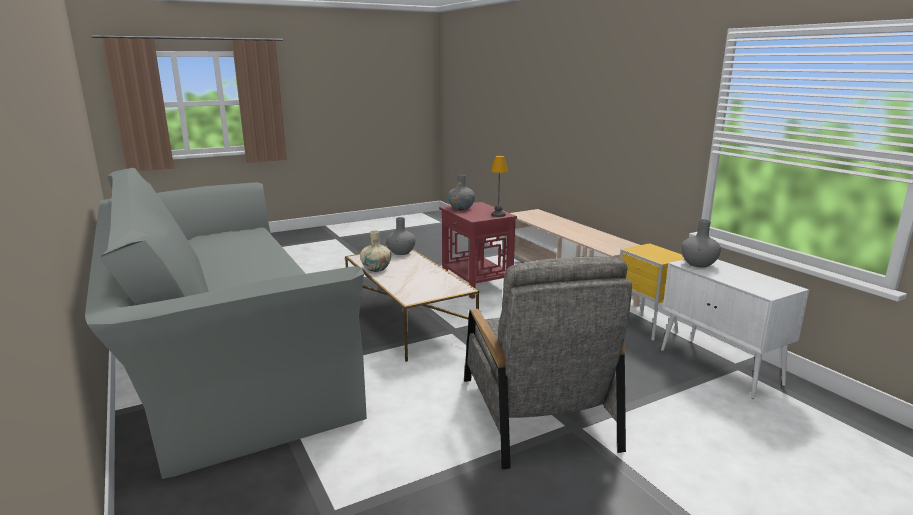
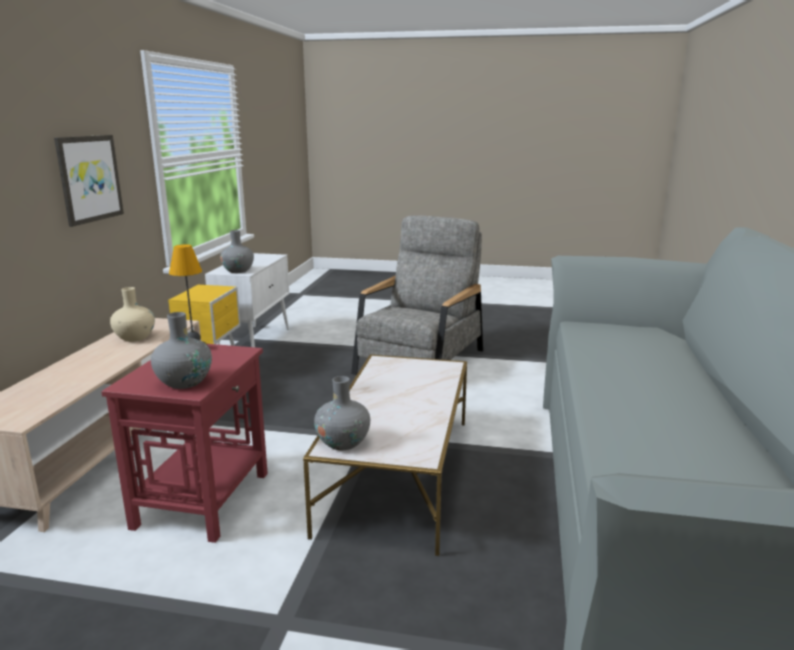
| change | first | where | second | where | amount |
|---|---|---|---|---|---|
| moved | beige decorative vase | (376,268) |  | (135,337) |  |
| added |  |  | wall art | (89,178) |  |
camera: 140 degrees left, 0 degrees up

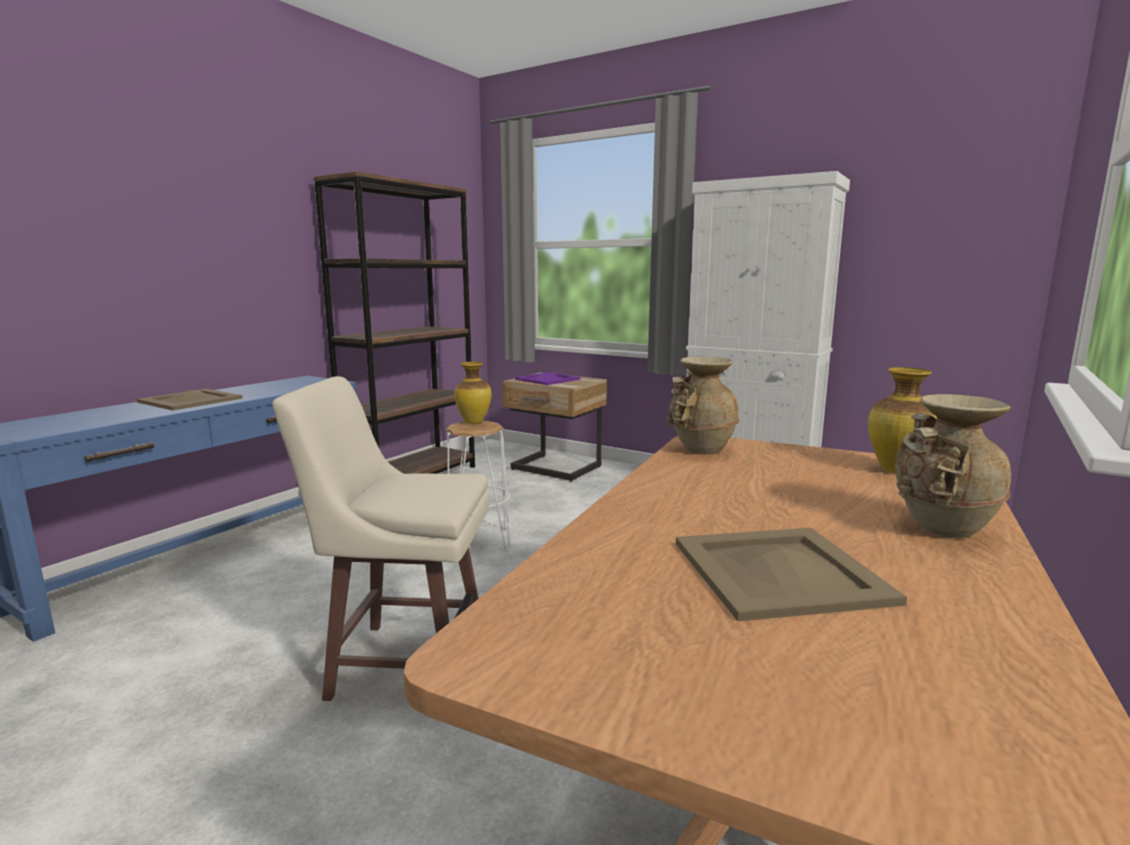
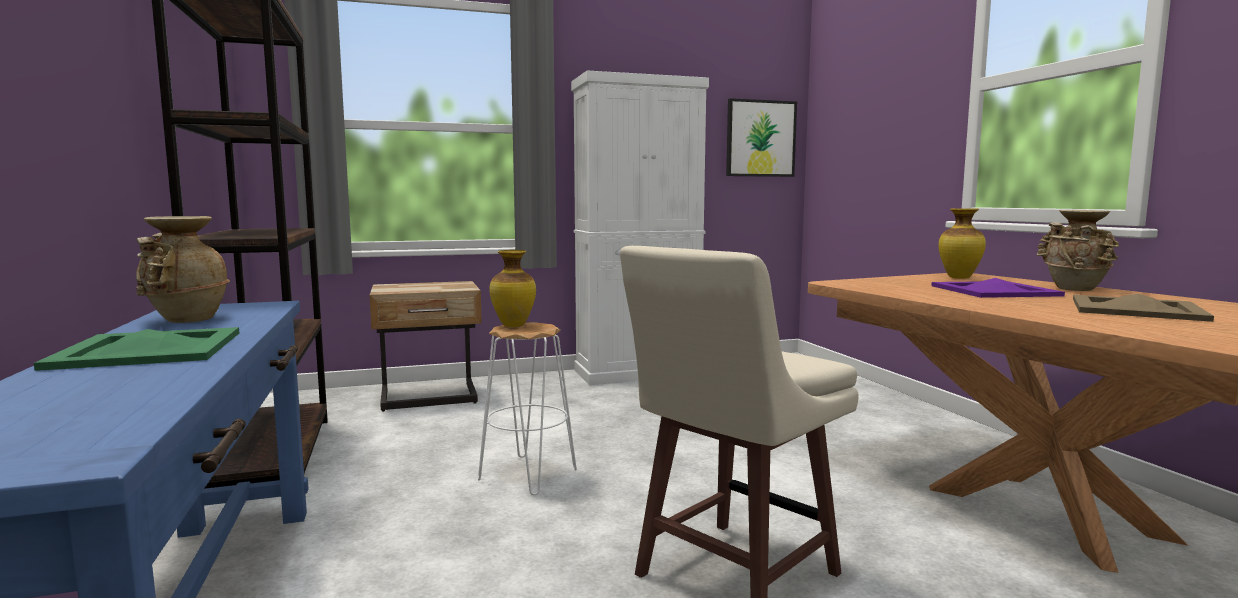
| change | first | where | second | where | amount |
|---|---|---|---|---|---|
| recoloured | beige carrying tray | (191,400) | greenish carrying tray | (151,349) |  |
| moved | purple carrying tray | (547,379) |  | (995,291) |  |
| moved | beige decorative vase | (699,450) |  | (185,320) |  |
| added |  |  | wall art | (760,138) |  |
camera: 50 degrees left, 5 degrees down

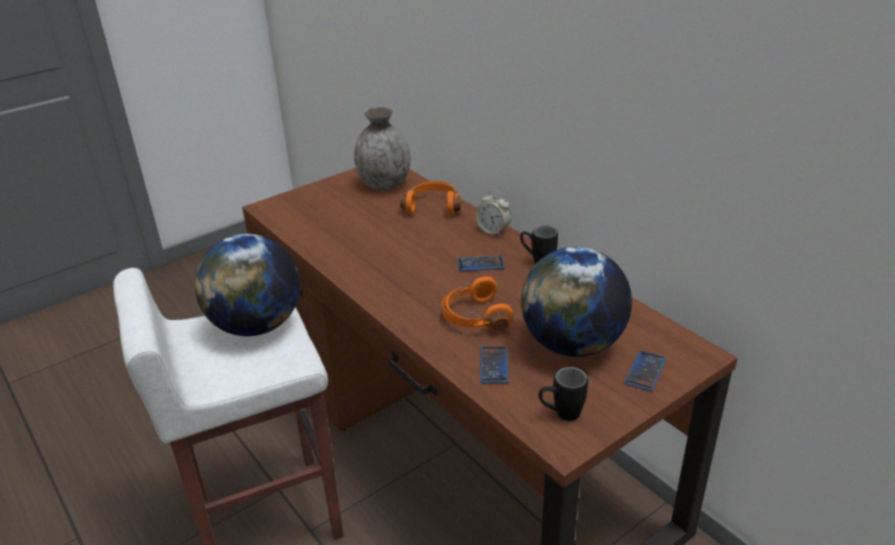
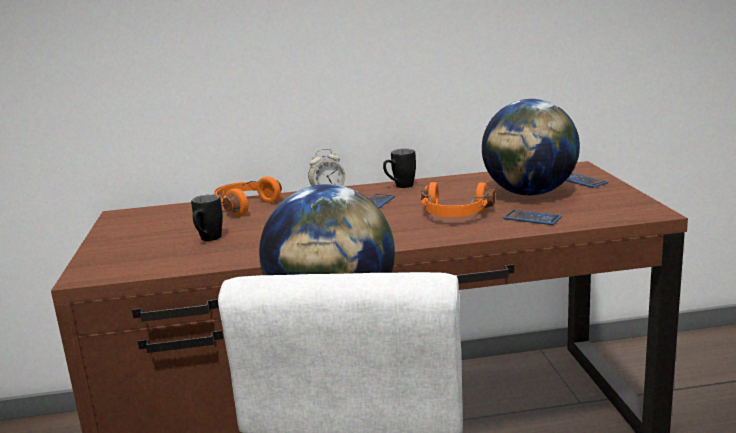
| change | first | where | second | where | amount |
|---|---|---|---|---|---|
| removed | greyish decorative vase | (384,184) |  |  |  |
| moved | black mug | (560,414) |  | (208,240) |  |
camera: 60 degrees left, 15 degrees down

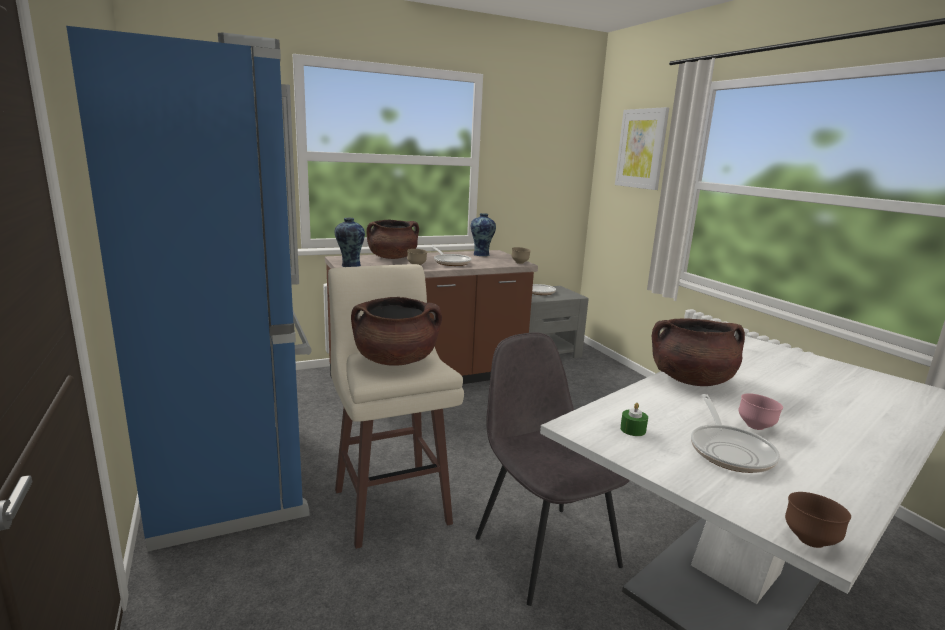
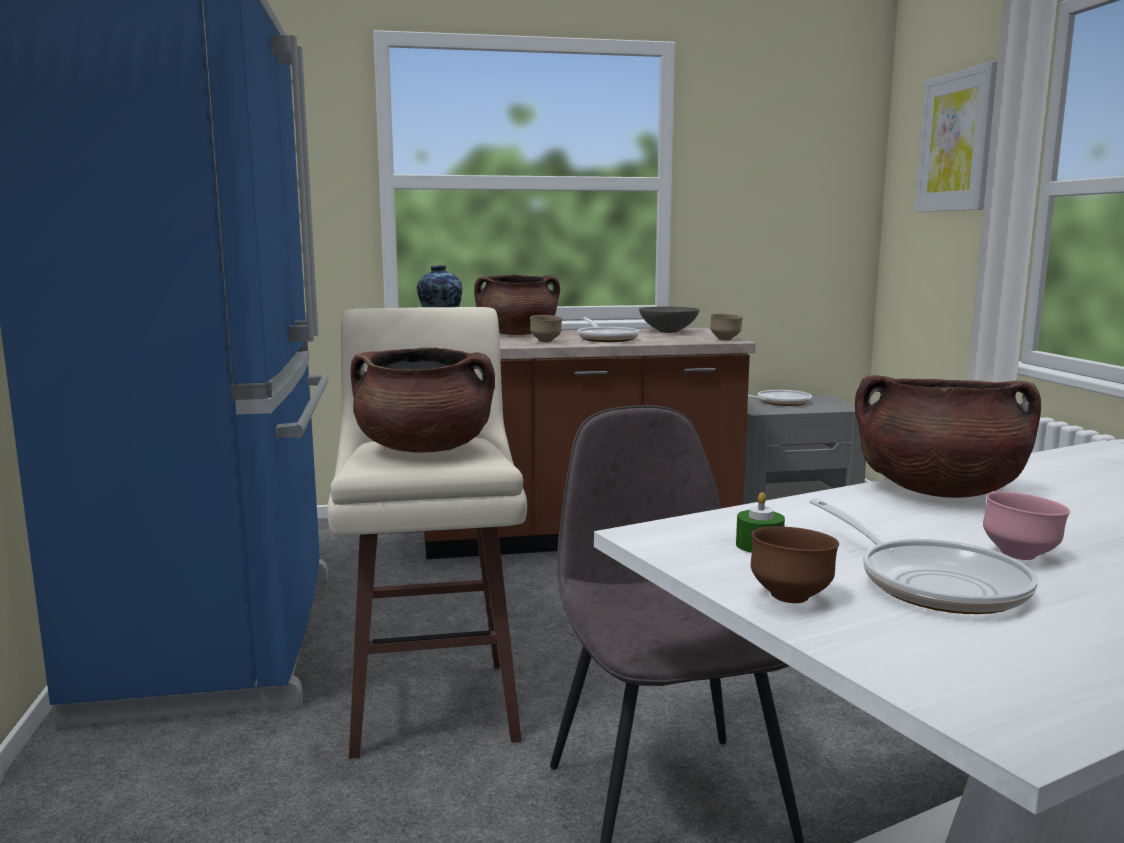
| change | first | where | second | where | amount |
|---|---|---|---|---|---|
| replaced | decorative vase | (481,254) | greyish serving bowl | (669,331) |  |
| turned | pan | (729,450) |  | (932,583) | 45 degrees counterclockwise |
| moved | brown-coloured serving bowl | (809,540) |  | (791,597) |  |
camera: 15 degrees right, 5 degrees down

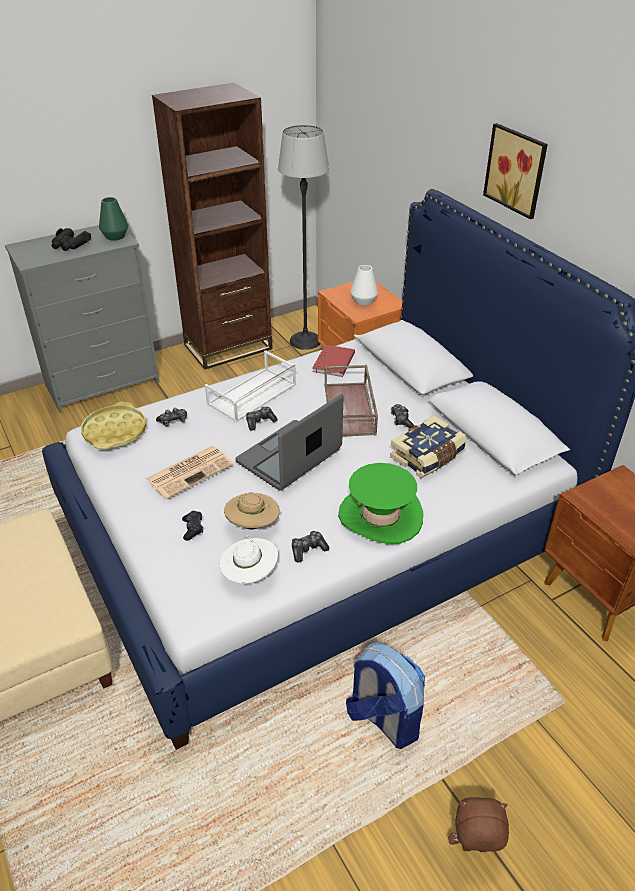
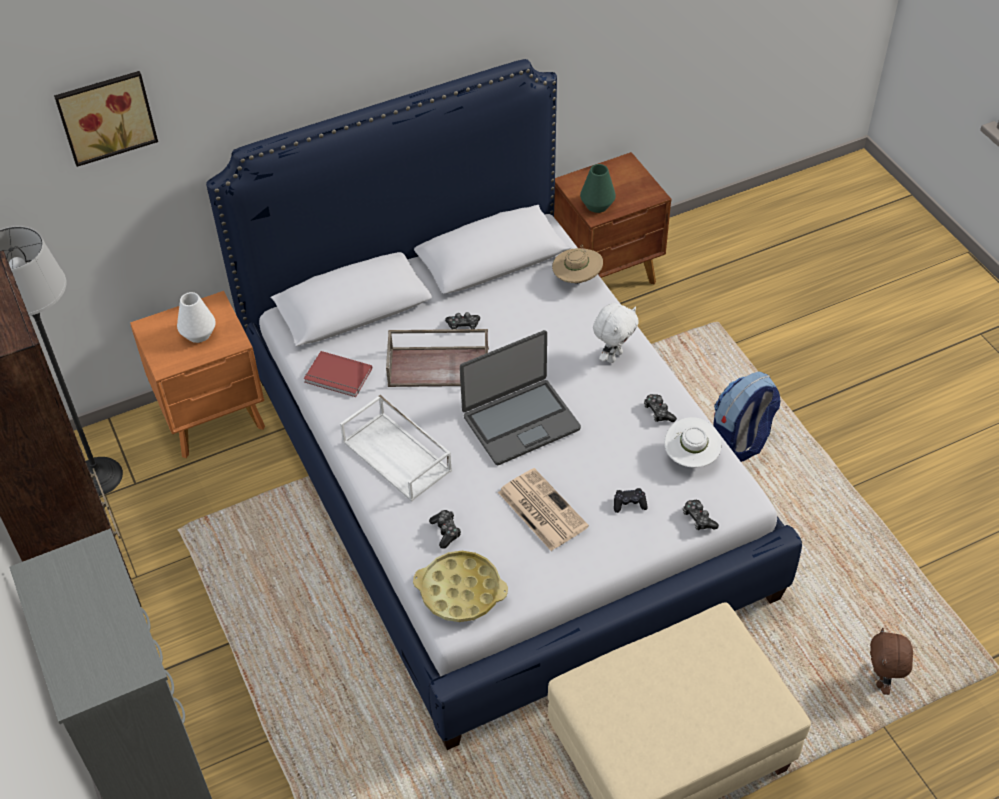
| change | first | where | second | where | amount |
|---|---|---|---|---|---|
| removed | black field glasses | (70,245) |  |  |  |
| moved | greenish decorative vase | (115,236) |  | (597,205) |  |
| moved | beige hat | (253,525) |  | (577,278) |  |
| turned | portable computer | (290,457) |  | (520,422) | 75 degrees counterclockwise |
| moved | game controller | (260,422) |  | (698,519) |  |
| replaced | greenish hat | (380,516) | white-coloured soft toy | (613,356) |  |
| removed | bound book | (428,457) |  |  |  |
| moved | brown-coloured soft toy | (473,849) |  | (882,680) |  |
| moved | wall art | (517,170) |  | (105,115) |  |
camera: 85 degrees left, 10 degrees up

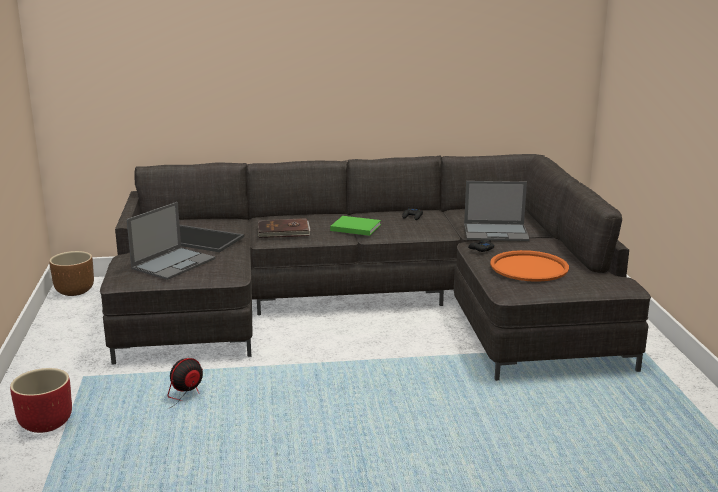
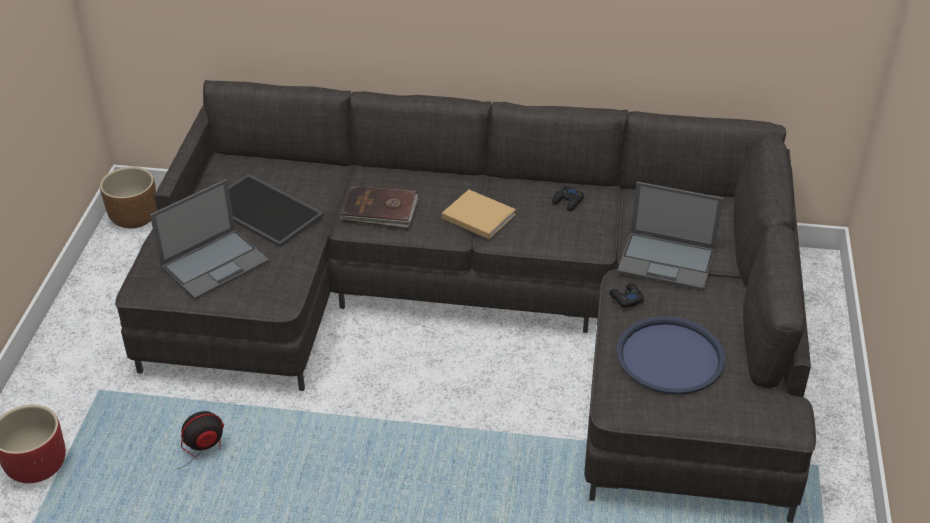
| change | first | where | second | where | amount |
|---|---|---|---|---|---|
| recoloured | greenish bound book | (354,227) | beige bound book | (477,215) |  |
| recoloured | orange-coloured carrying tray | (529,267) | bluish carrying tray | (670,357) |  |
camera: 15 degrees right, 20 degrees up

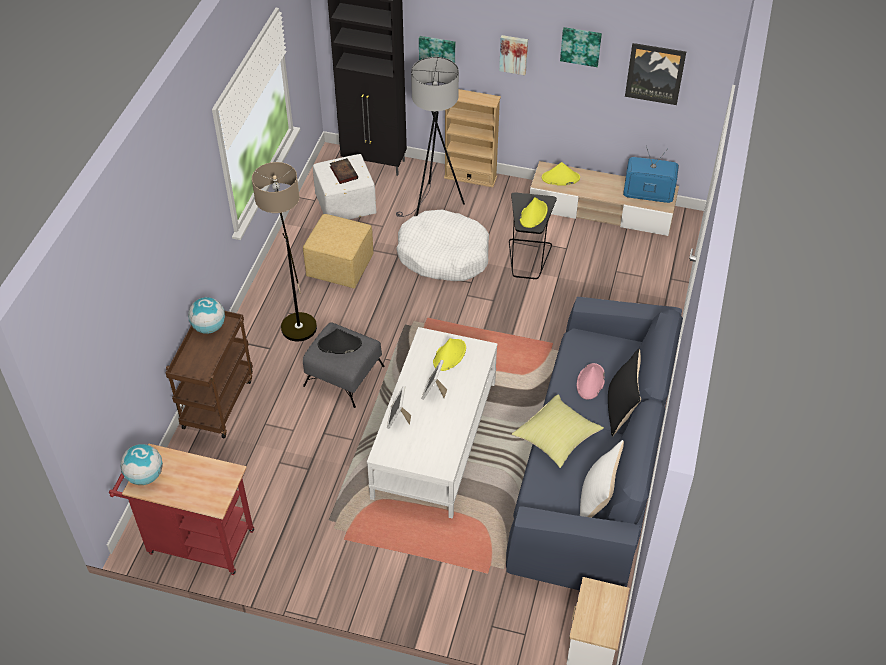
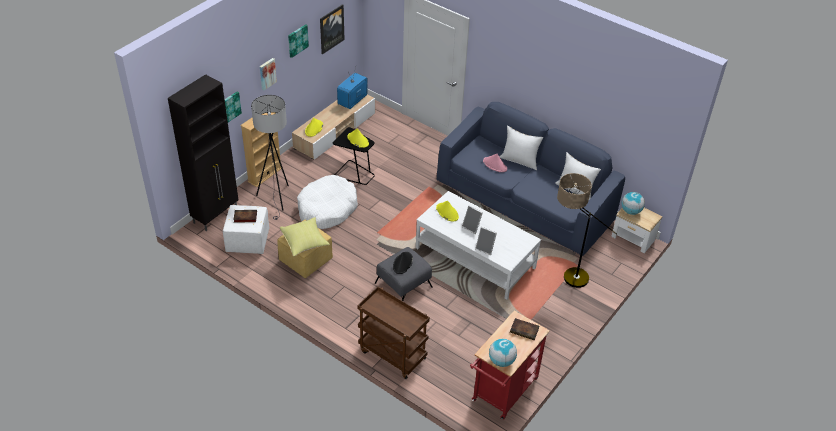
| change | first | where | second | where | amount |
|---|---|---|---|---|---|
| moved | globe | (209,327) |  | (631,211) |  |
| moved | standard lamp | (295,317) |  | (565,277) |  |
| moved | yellow-coloured throw pillow | (556,439) |  | (305,242) |  |
| recoloured | black throw pillow | (621,409) | white-coloured throw pillow | (519,160) |  |
| added |  |  | bound book | (525,330) |  |
camera: 70 degrees left, 5 degrees down

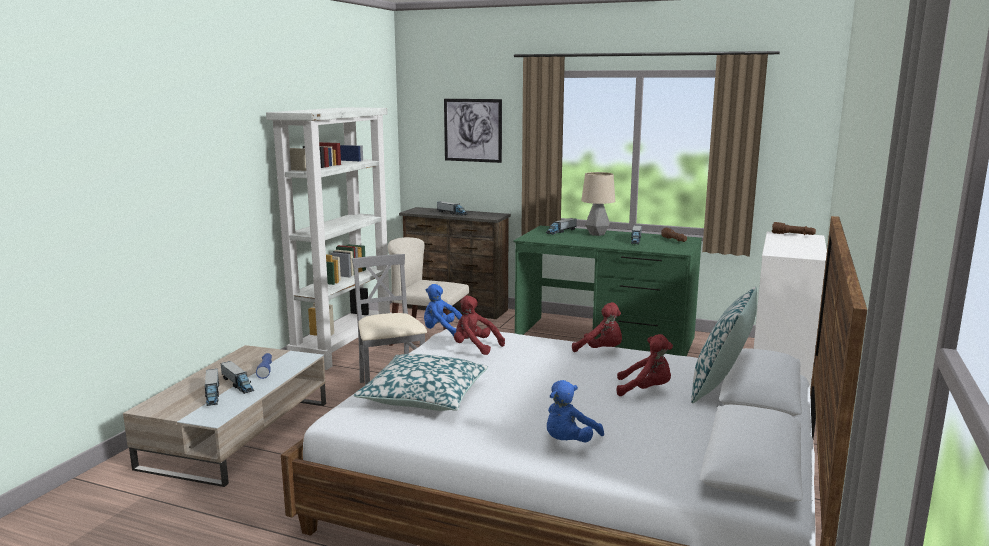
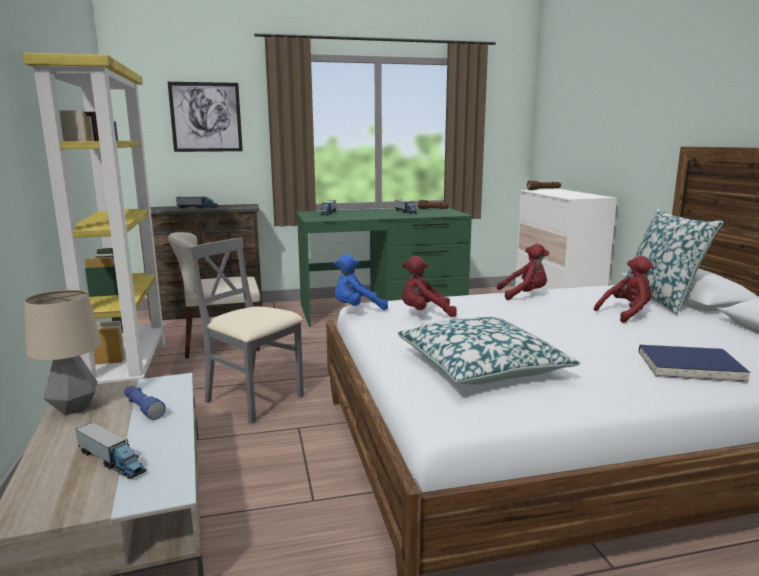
| change | first | where | second | where | amount |
|---|---|---|---|---|---|
| removed | toy lorry | (238,384) |  |  |  |
| recoloured | white-coloured shelving unit | (343,345) | yellow-coloured shelving unit | (128,371) |  |
| replaced | bluish soft toy | (569,442) | bluish bound book | (689,367) |  |
| moved | tabletop lamp | (597,234) |  | (74,408) |  |
camera: 35 degrees left, 0 degrees up

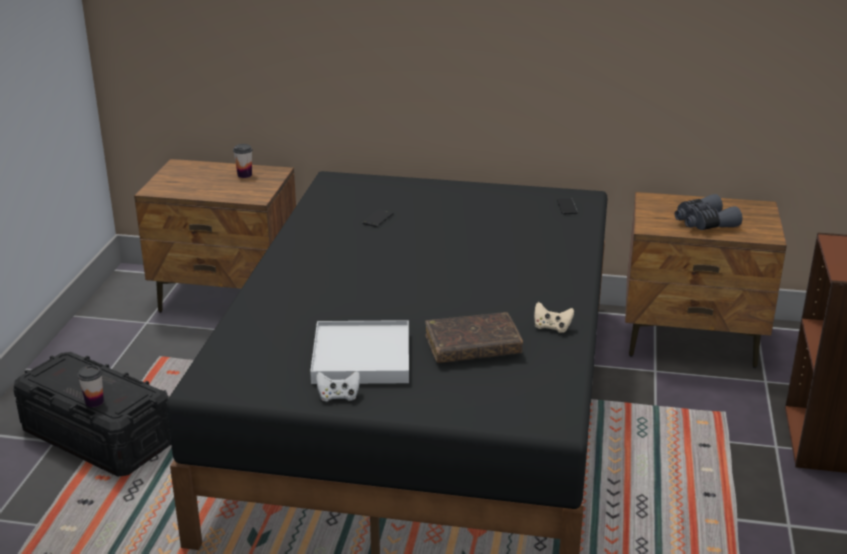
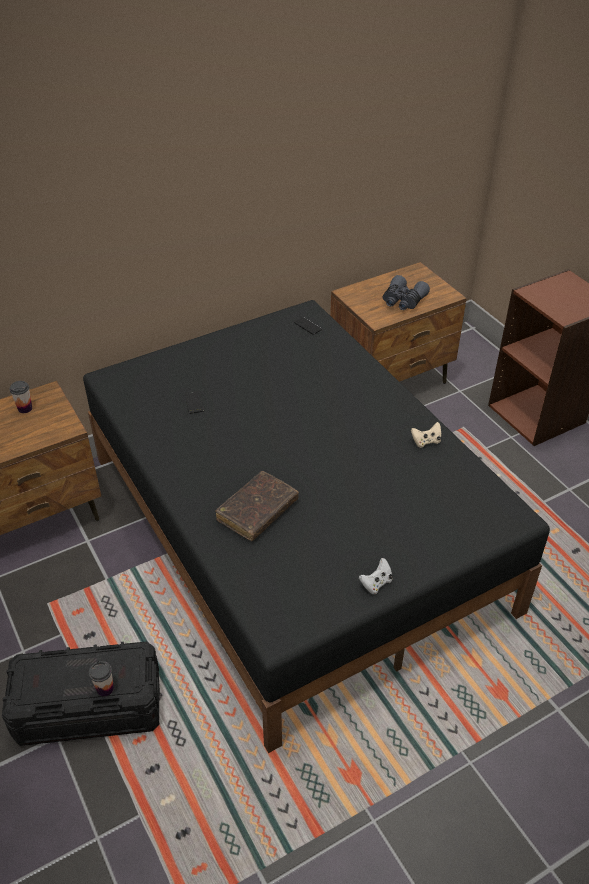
| change | first | where | second | where | amount |
|---|---|---|---|---|---|
| removed | white-coloured carrying tray | (362,357) |  |  |  |
| moved | brown-coloured bound book | (472,347) |  | (257,511) |  |
camera: 40 degrees left, 15 degrees up

